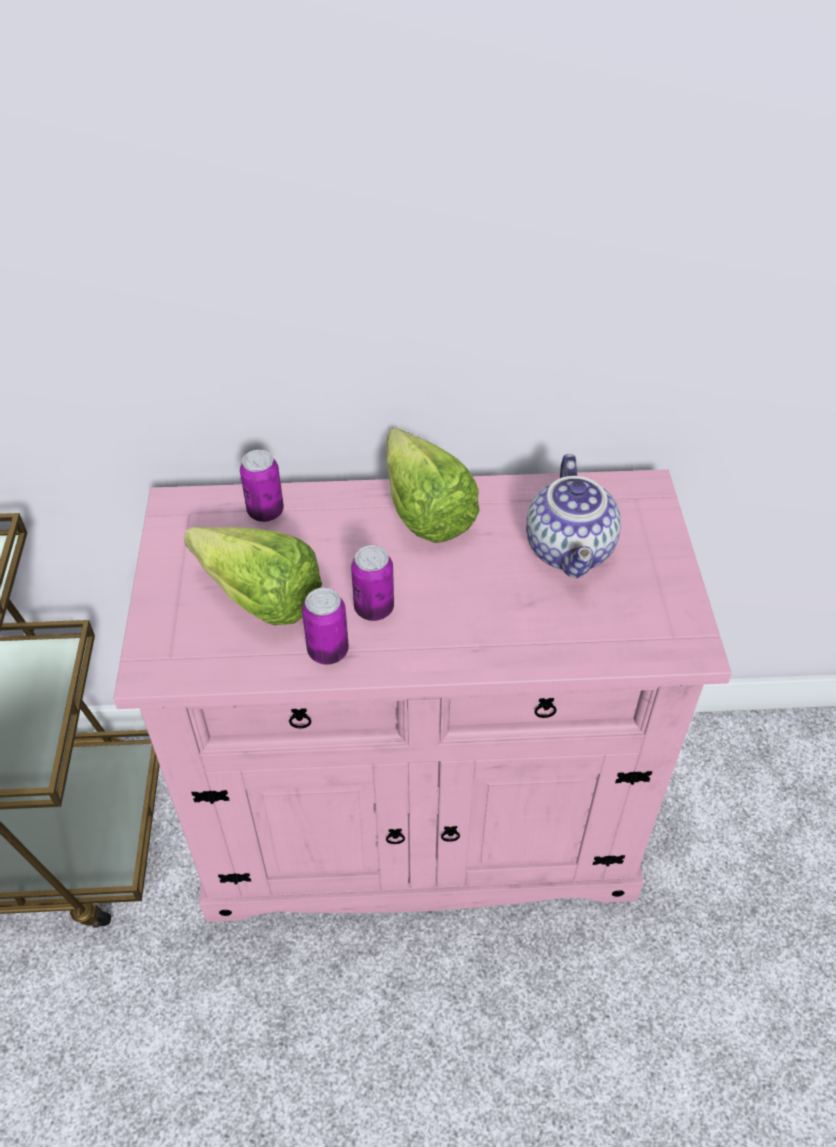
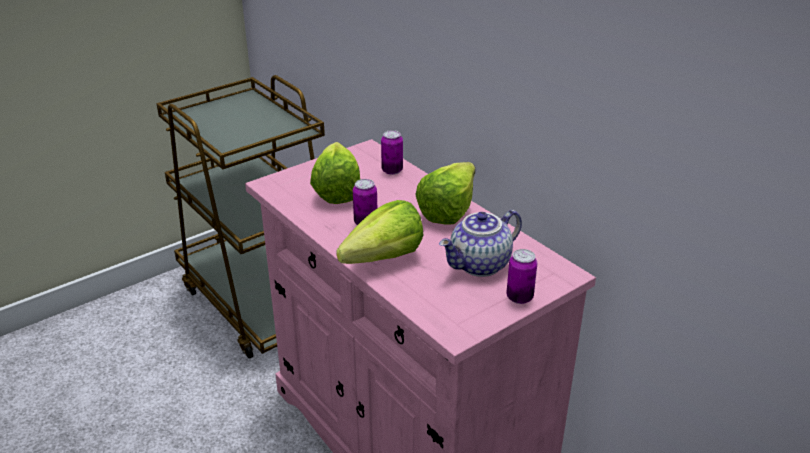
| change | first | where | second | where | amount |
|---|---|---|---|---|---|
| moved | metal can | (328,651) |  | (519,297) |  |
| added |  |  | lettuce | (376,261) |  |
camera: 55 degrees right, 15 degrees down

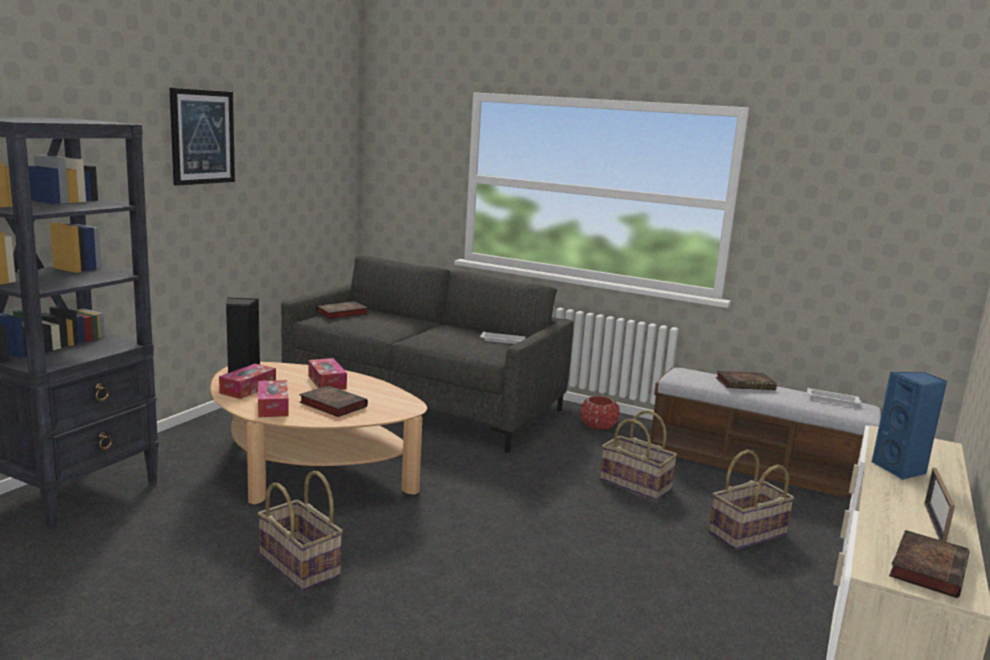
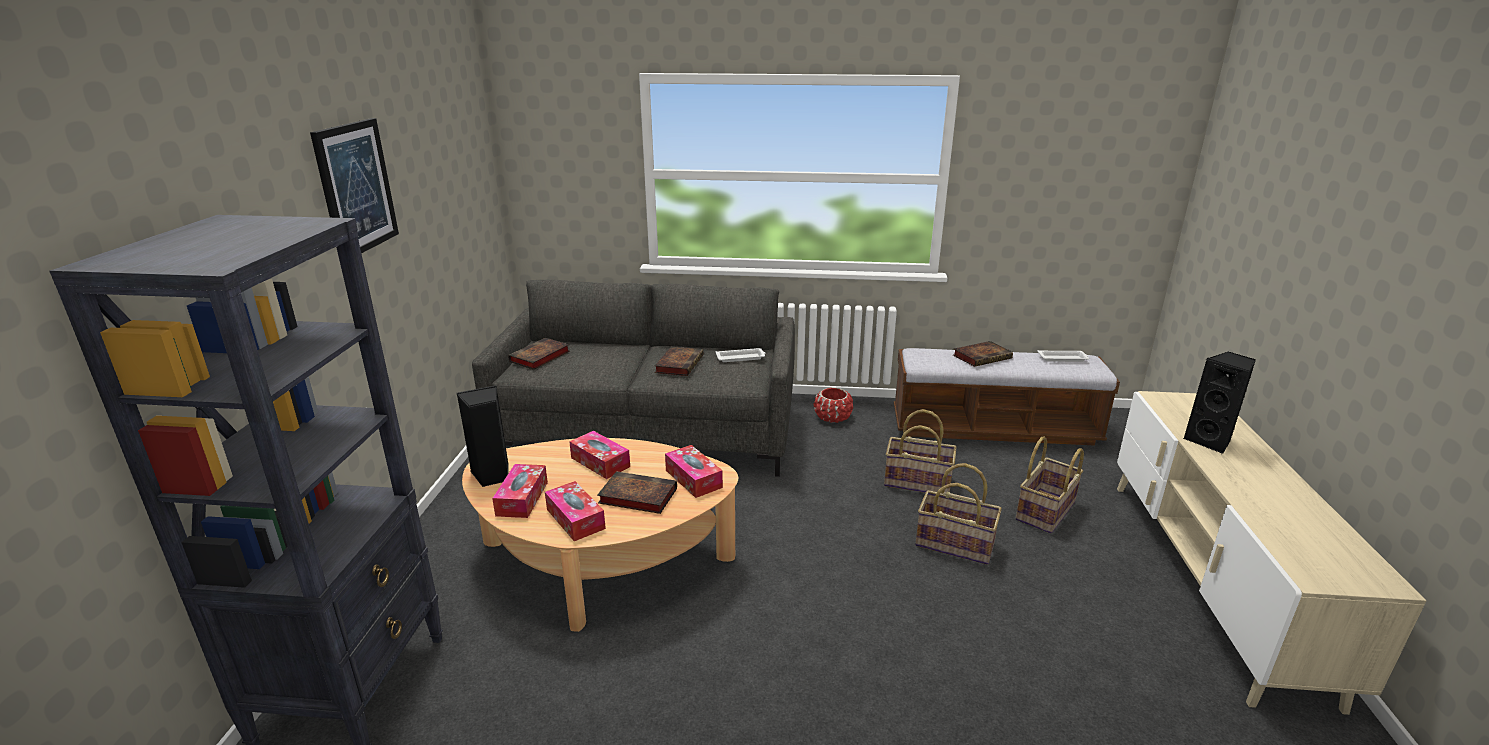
| change | first | where | second | where | amount |
|---|---|---|---|---|---|
| moved | storage basket | (301,565) |  | (955,544) |  |
| recoloured | bluish audio speaker | (901,470) | black audio speaker | (1210,441) |  |
| moved | bound book | (927,567) |  | (679,364) |  |
| removed | photo frame | (934,524) |  |  |  |
| added |  |  | tissue box | (693,479) |  |
camera: 20 degrees left, 10 degrees up

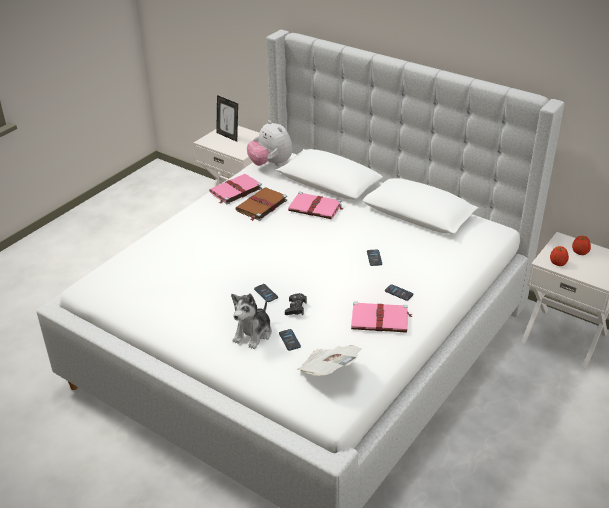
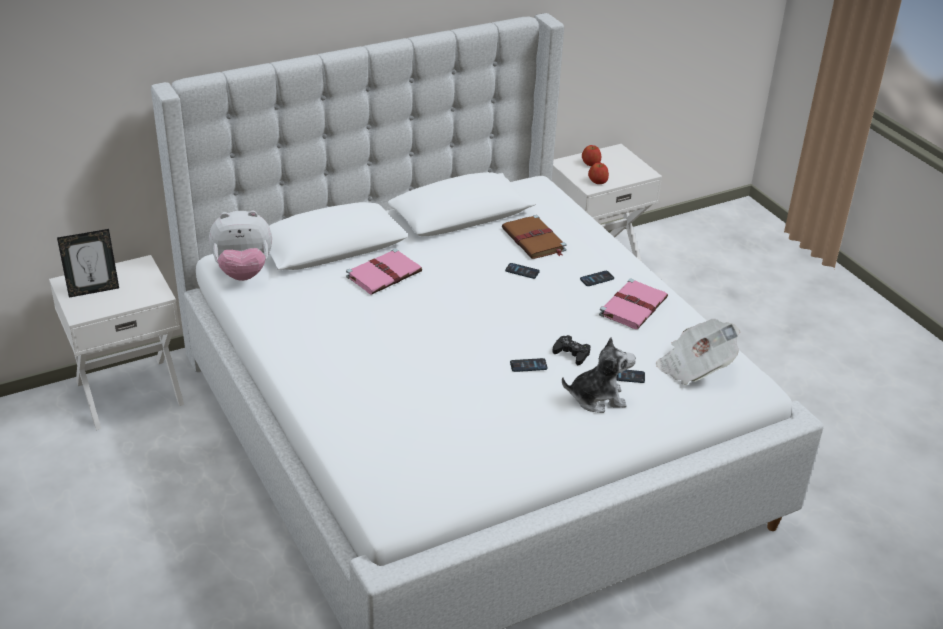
| change | first | where | second | where | amount |
|---|---|---|---|---|---|
| removed | pink-coloured bound book | (235,191) |  |  |  |
| turned | soft toy | (253,334) |  | (597,398) | 60 degrees counterclockwise |
| moved | brown-coloured bound book | (261,206) |  | (534,240) |  |
camera: 65 degrees left, 0 degrees up

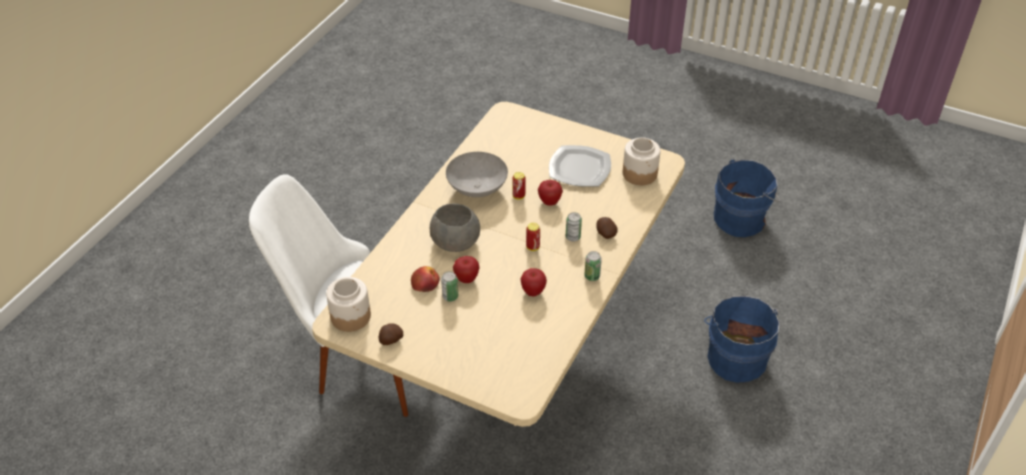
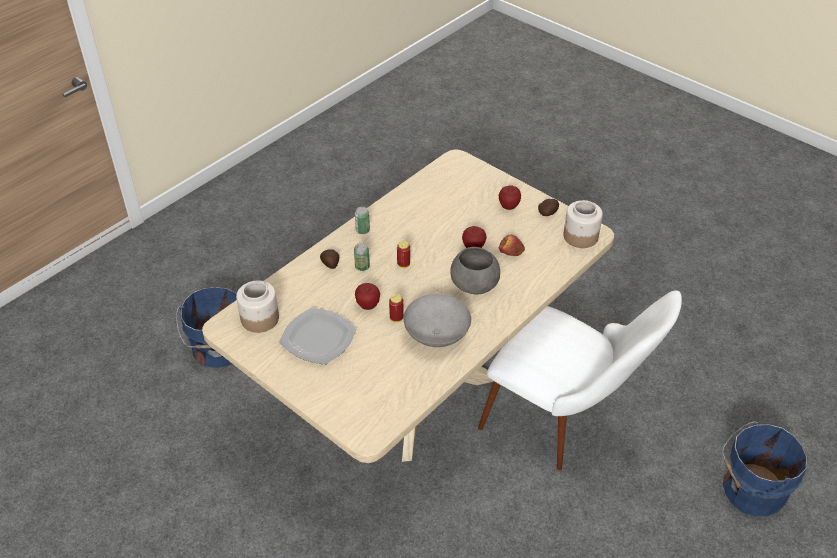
| change | first | where | second | where | amount |
|---|---|---|---|---|---|
| removed | metal can | (450,296) |  |  |  |
| moved | apple | (533,292) |  | (508,207) |  |
| moved | bluish pail | (741,218) |  | (751,490) |  |
camera: 165 degrees left, 0 degrees up

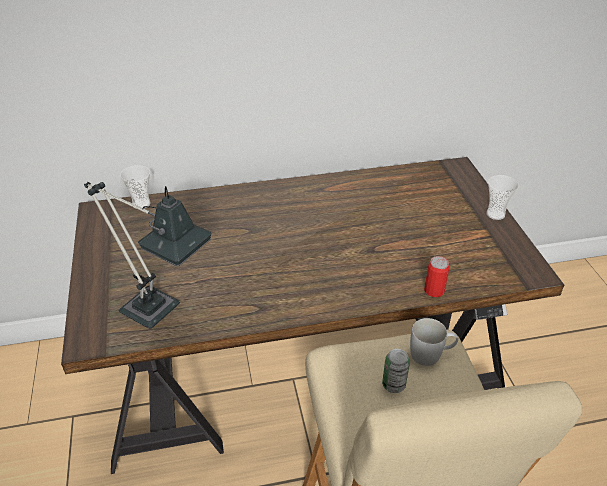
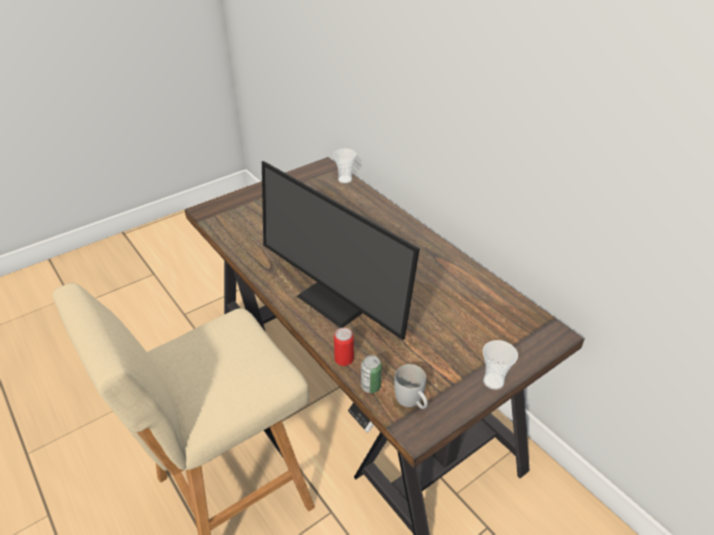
| change | first | where | second | where | amount |
|---|---|---|---|---|---|
| removed | tabletop lamp | (160,314) |  |  |  |
| moved | metal can | (393,385) |  | (370,386) |  |
| moved | white-coloured mug | (431,354) |  | (412,401) |  |
| added |  |  | computer display | (339,297) |  |
camera: 65 degrees right, 0 degrees up

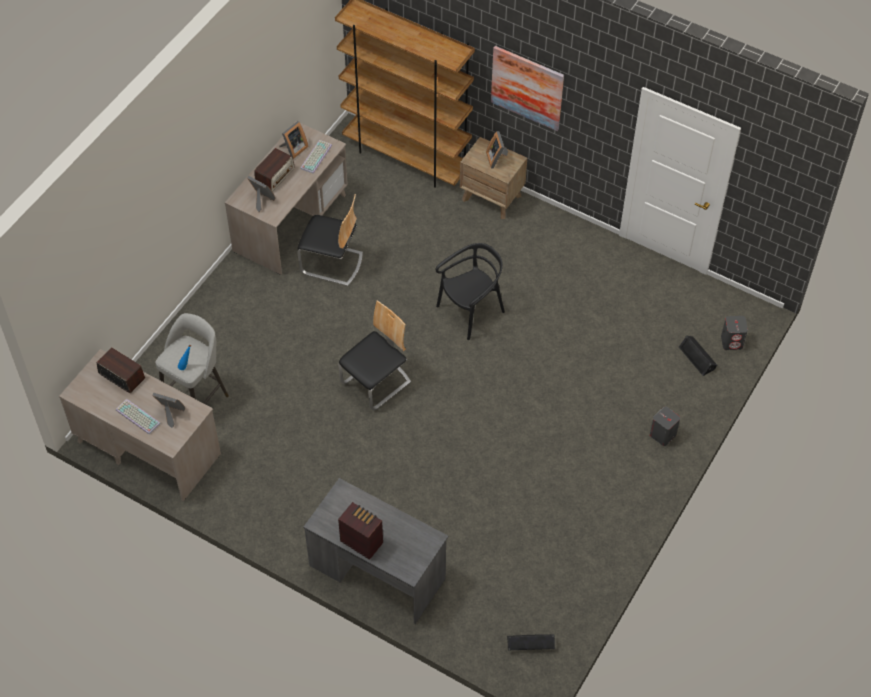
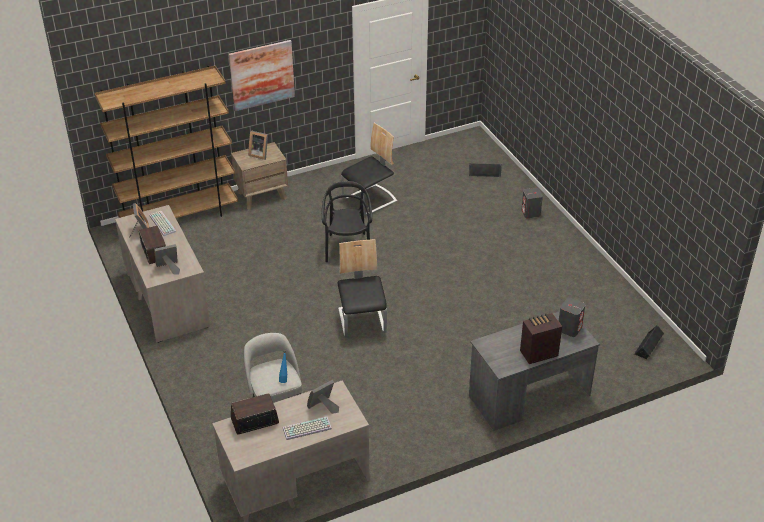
| change | first | where | second | where | amount |
|---|---|---|---|---|---|
| moved | plain chair | (332,263) |  | (370,200) |  |
| moved | greyish audio speaker | (732,342) |  | (569,328) |  |
camera: 55 degrees left, 15 degrees down

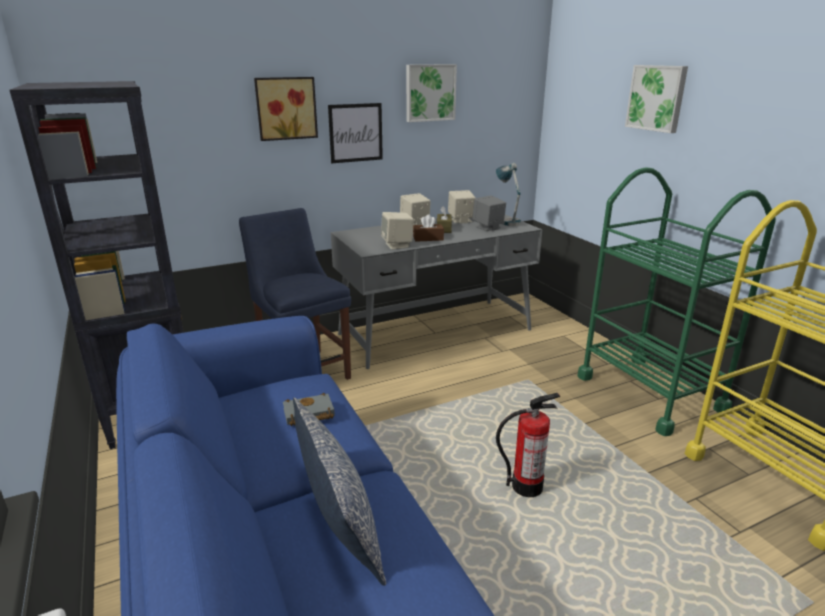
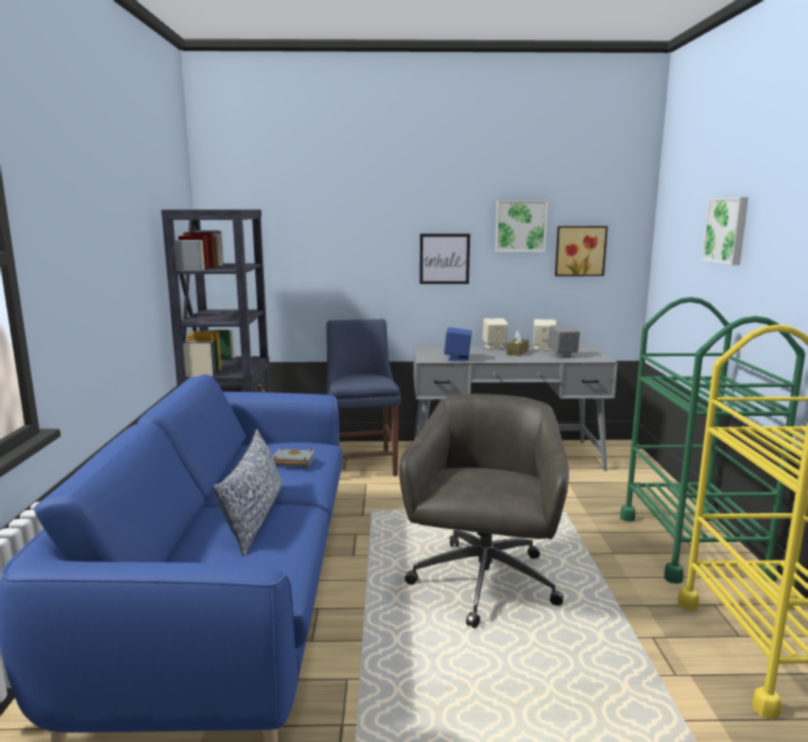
| change | first | where | second | where | amount |
|---|---|---|---|---|---|
| moved | wall art | (286,108) |  | (579,251) |  |
| recoloured | beige audio speaker | (397,245) | bluish audio speaker | (457,359) |  |
| removed | brown-coloured tissue box | (428,238) |  |  |  |
| removed | tabletop lamp | (507,221) |  |  |  |
| replaced | fire-fighting cylinder | (526,487) | greyish office chair | (483,584) |  |
camera: 25 degrees right, 10 degrees down

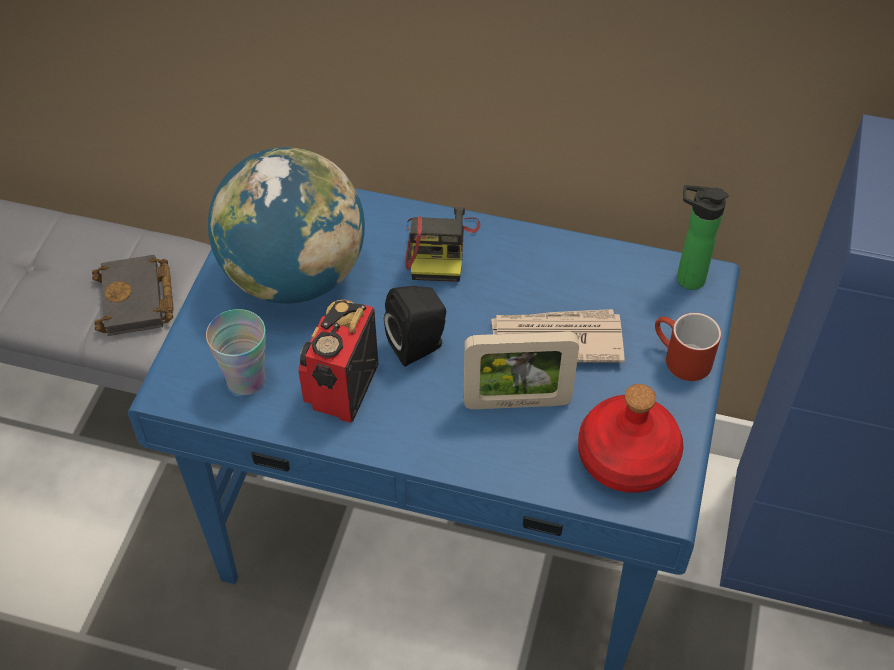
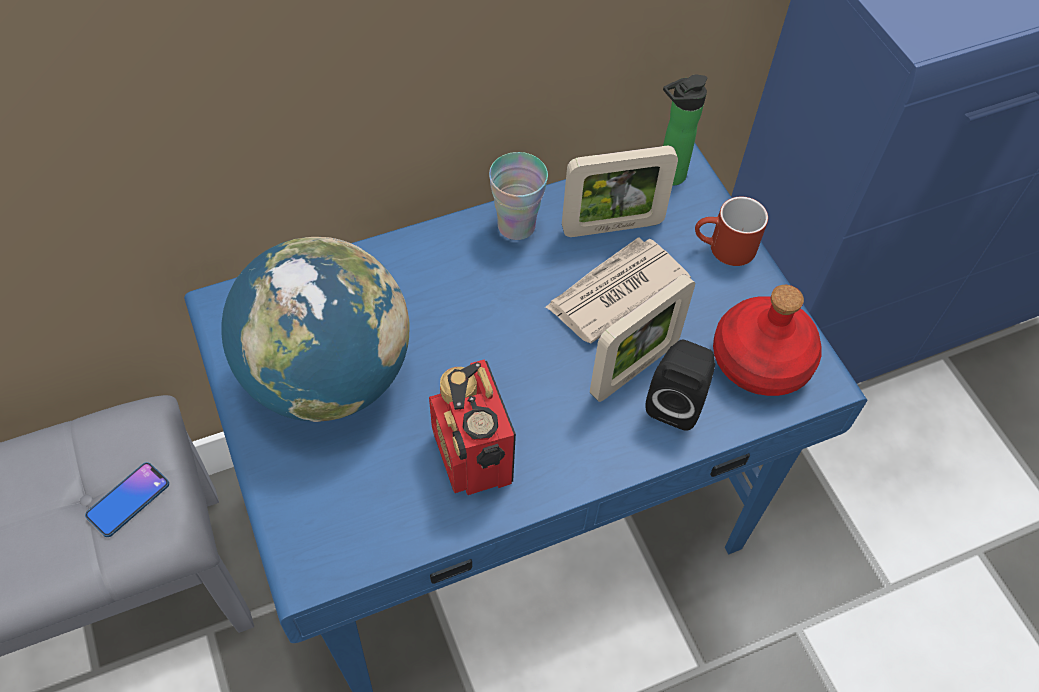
| change | first | where | second | where | amount |
|---|---|---|---|---|---|
| replaced | black bound book | (138,301) | telephone | (128,500) |  |
| moved | cup | (246,380) |  | (516,225) |  |
| moved | black audio speaker | (419,346) |  | (677,401) |  |
| removed | still camera | (440,248) |  |  |  |
| added |  |  | photo frame | (612,227) |  |
camera: 40 degrees left, 5 degrees up

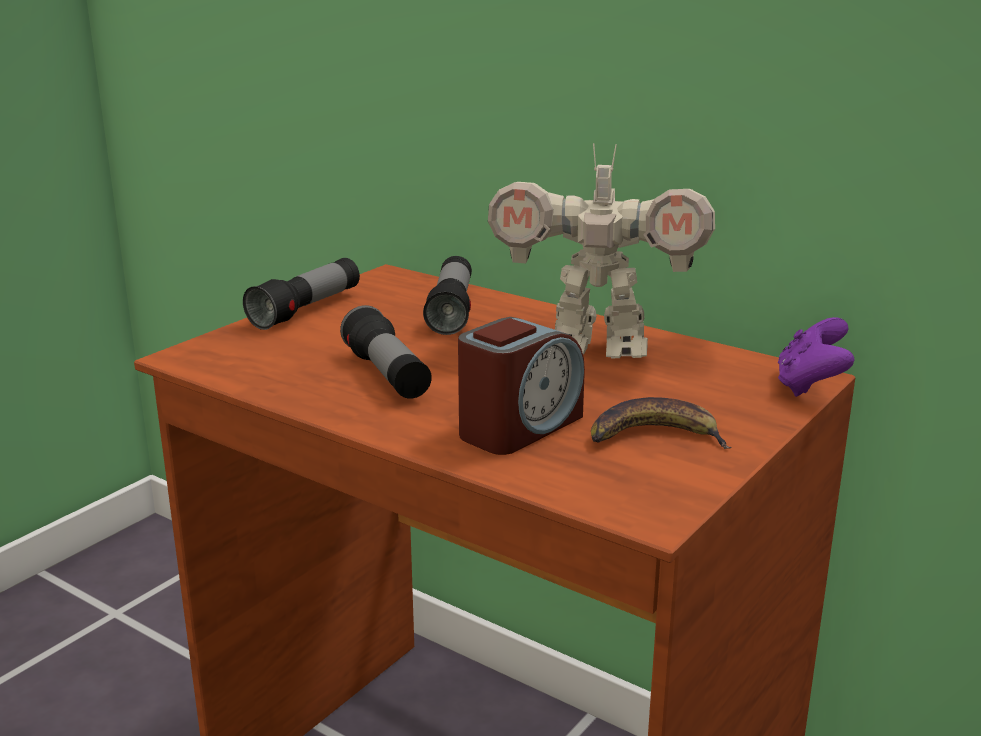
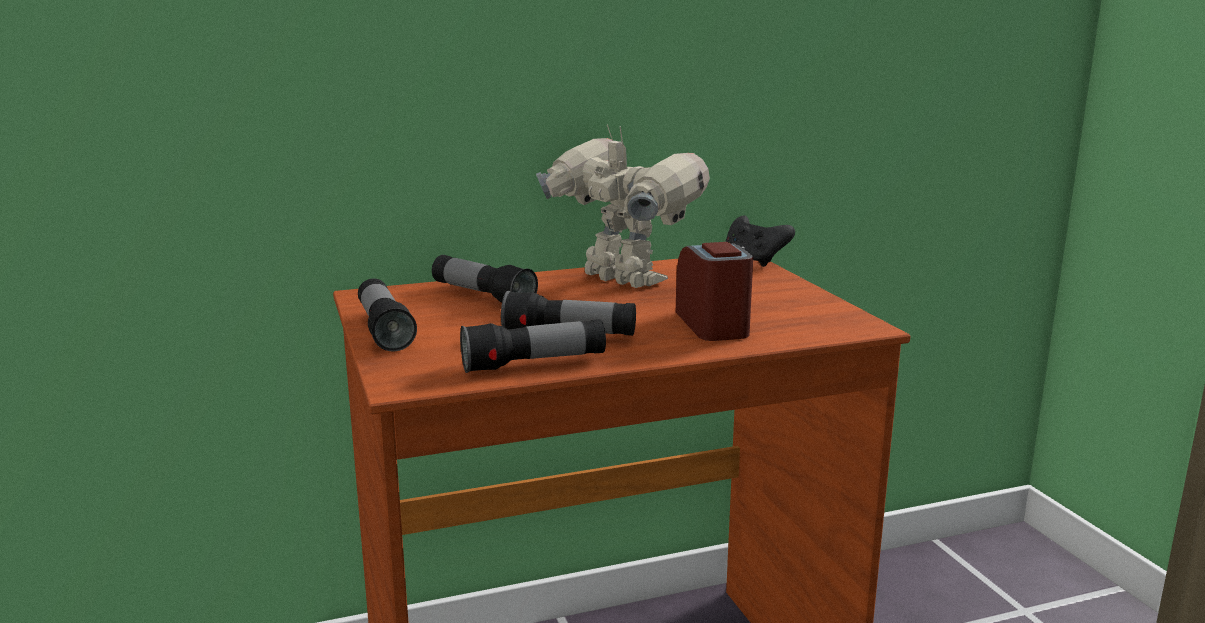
| change | first | where | second | where | amount |
|---|---|---|---|---|---|
| turned | model robot | (596,347) |  | (620,281) | 90 degrees counterclockwise |
| removed | banana fruit | (654,437) |  |  |  |
| recoloured | purple game controller | (810,386) | black game controller | (754,261) |  |
| added |  |  | hand torch | (534,364) |  |
camera: 55 degrees left, 5 degrees down

